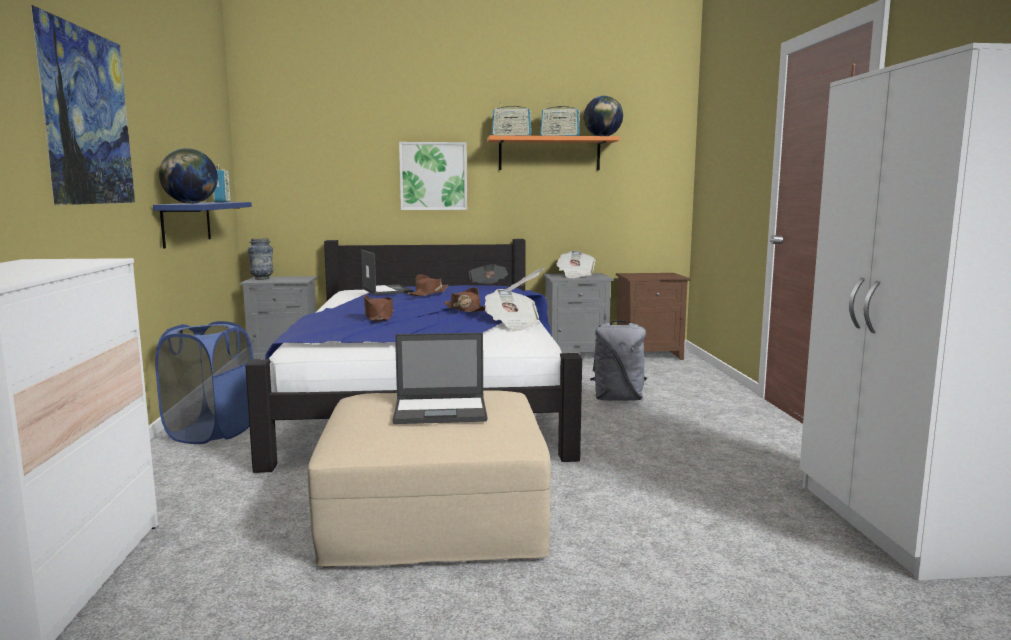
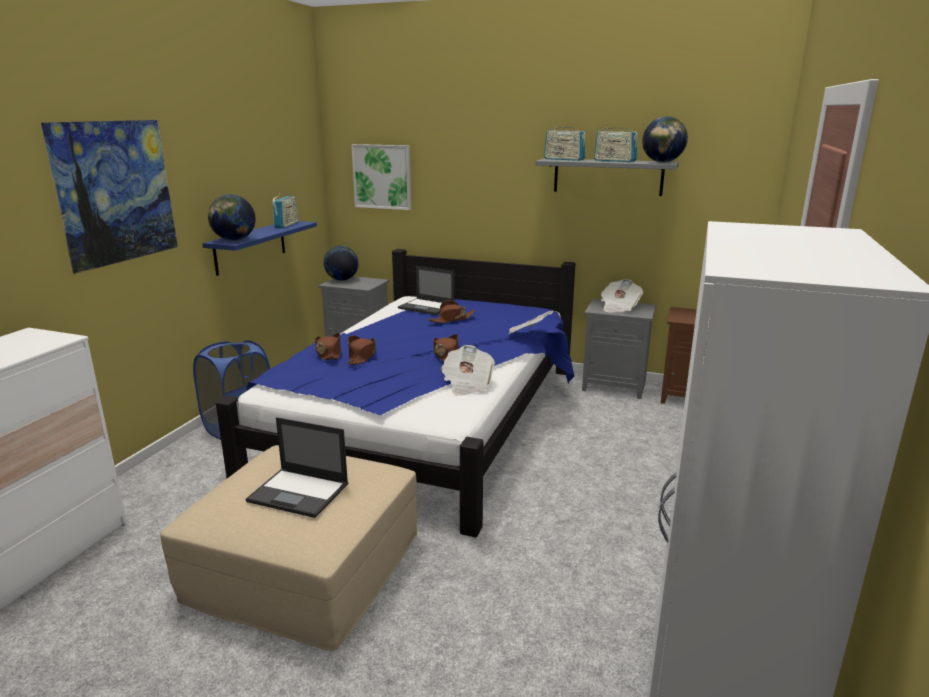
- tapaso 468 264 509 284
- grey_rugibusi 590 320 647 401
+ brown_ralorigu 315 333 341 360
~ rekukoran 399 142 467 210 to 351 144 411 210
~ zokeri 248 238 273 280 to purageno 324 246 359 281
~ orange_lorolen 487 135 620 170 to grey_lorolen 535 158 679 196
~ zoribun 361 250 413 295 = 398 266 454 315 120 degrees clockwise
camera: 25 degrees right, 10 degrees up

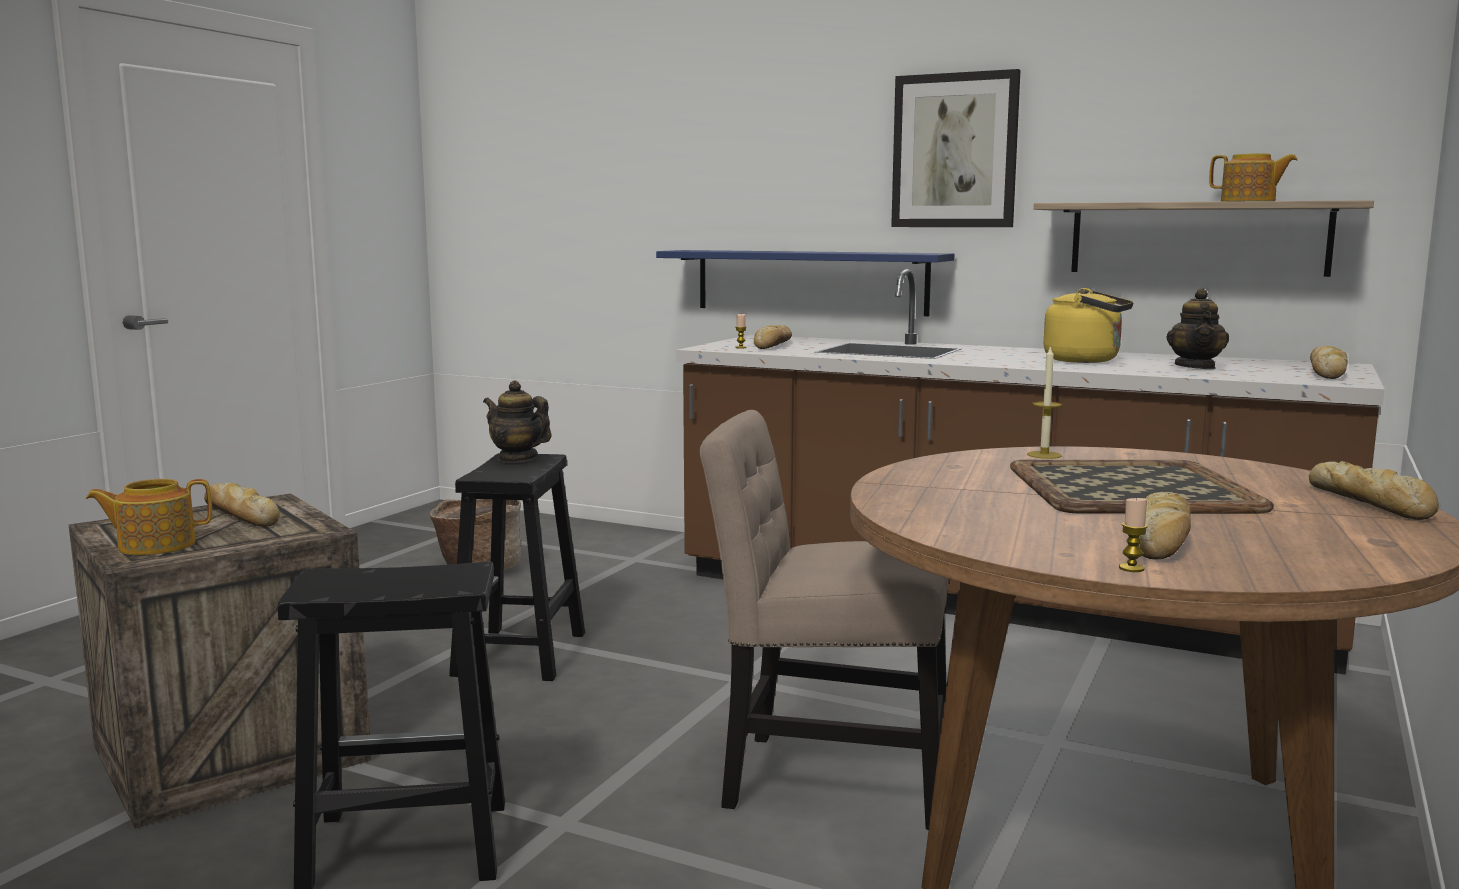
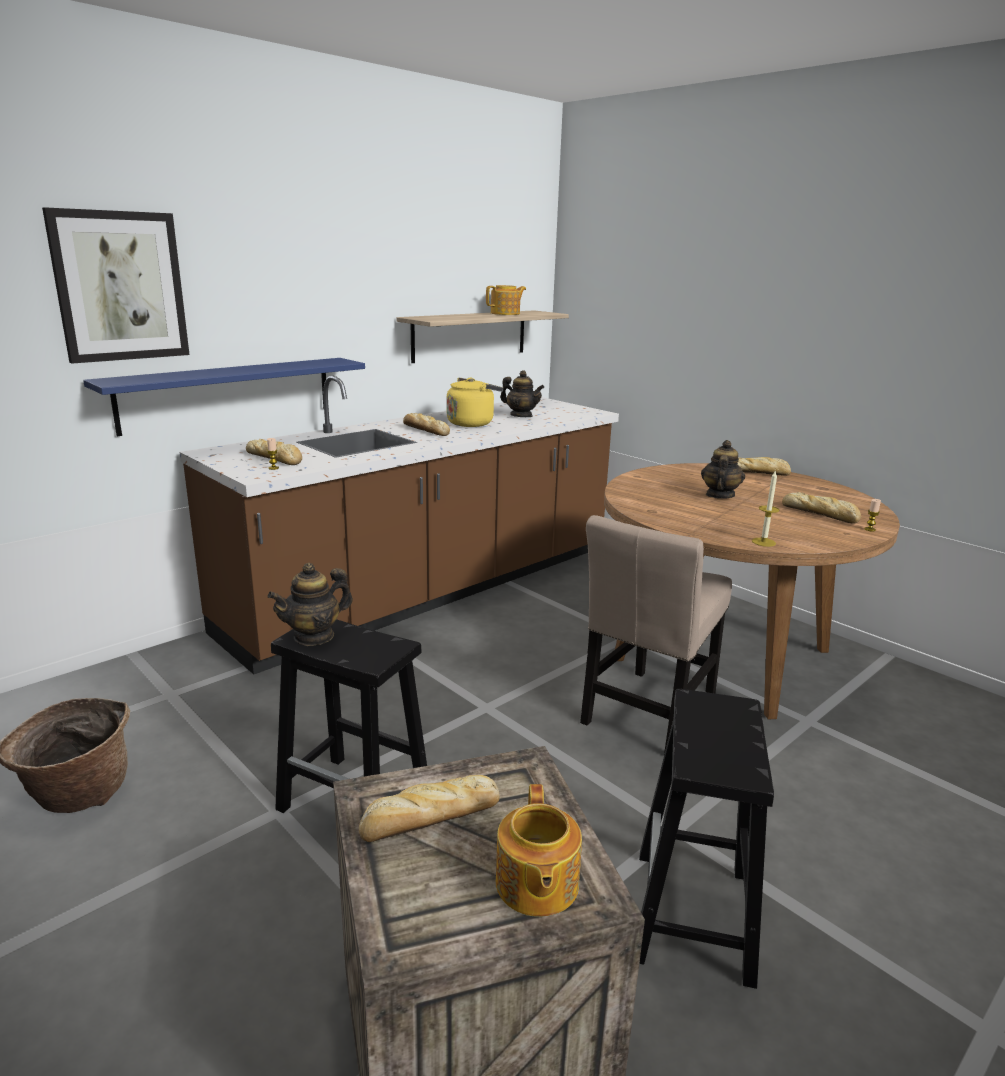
~ rekukoran 891 69 1021 227 to 42 207 189 364
~ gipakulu 1027 345 1062 459 to 752 470 780 547
~ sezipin 1310 345 1348 379 to 403 413 450 436
~ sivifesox 1010 460 1274 514 to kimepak 701 440 745 499
camera: 70 degrees left, 10 degrees up

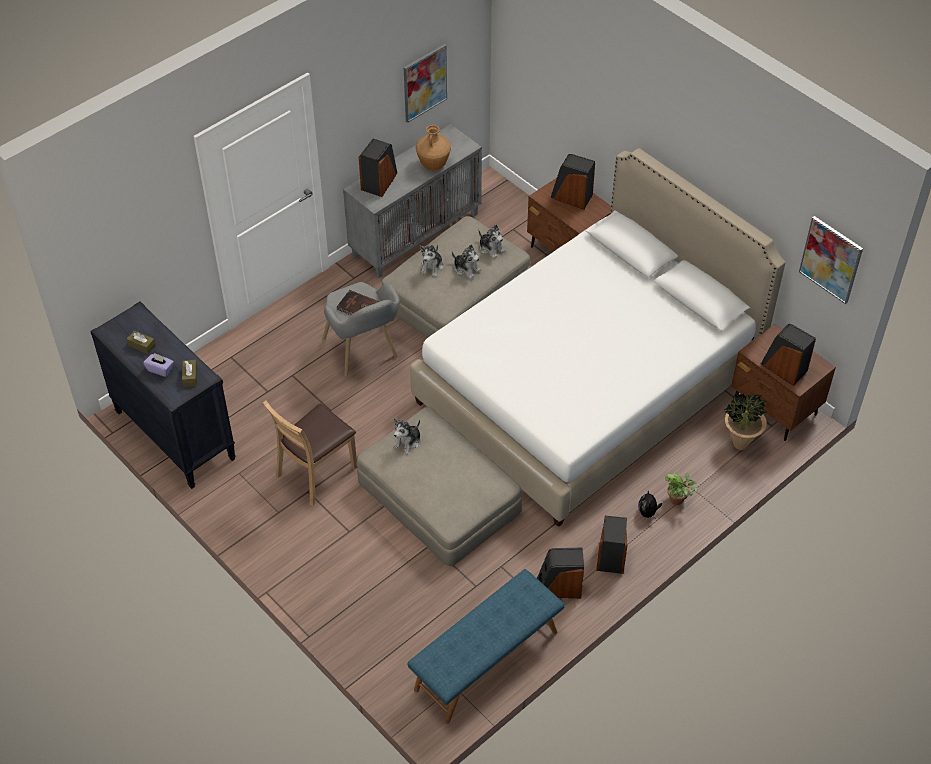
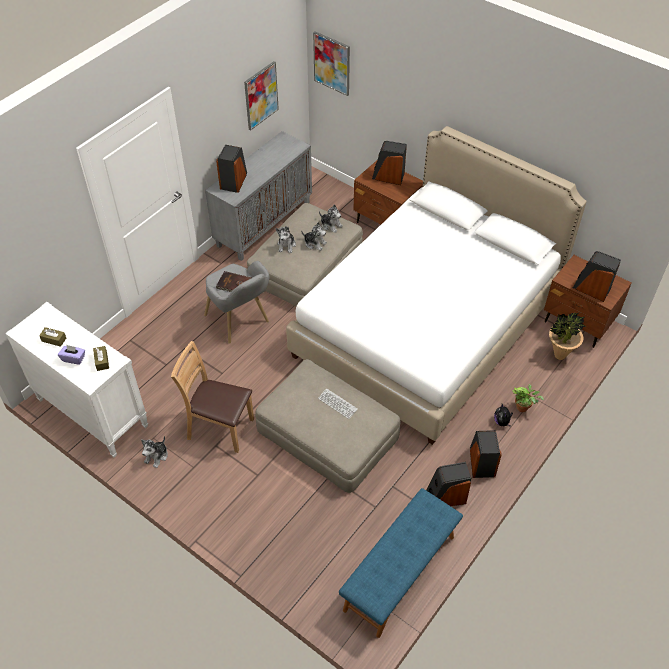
- brown_zokeri 416 125 451 170
+ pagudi 318 388 358 419
~ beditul 393 418 421 455 to 141 436 168 468
~ rekukoran 799 216 863 304 to 313 31 350 96
~ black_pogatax 90 301 236 489 to white_pogatax 5 302 148 458
~ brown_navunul 263 401 357 506 = 171 341 254 453 75 degrees clockwise
camera: 10 degrees left, 0 degrees up

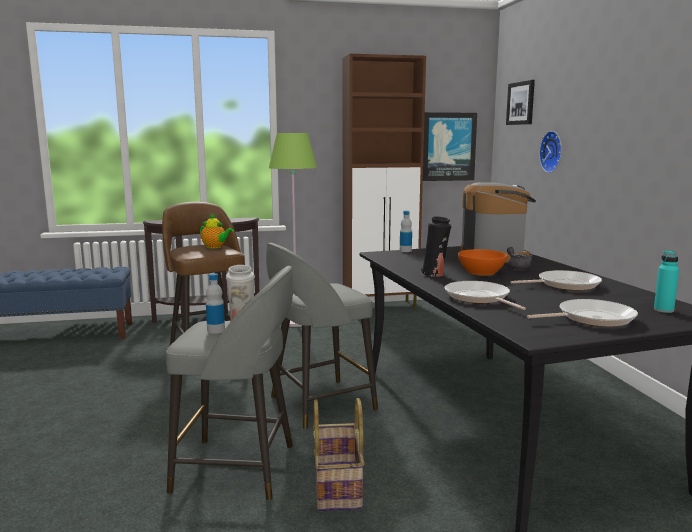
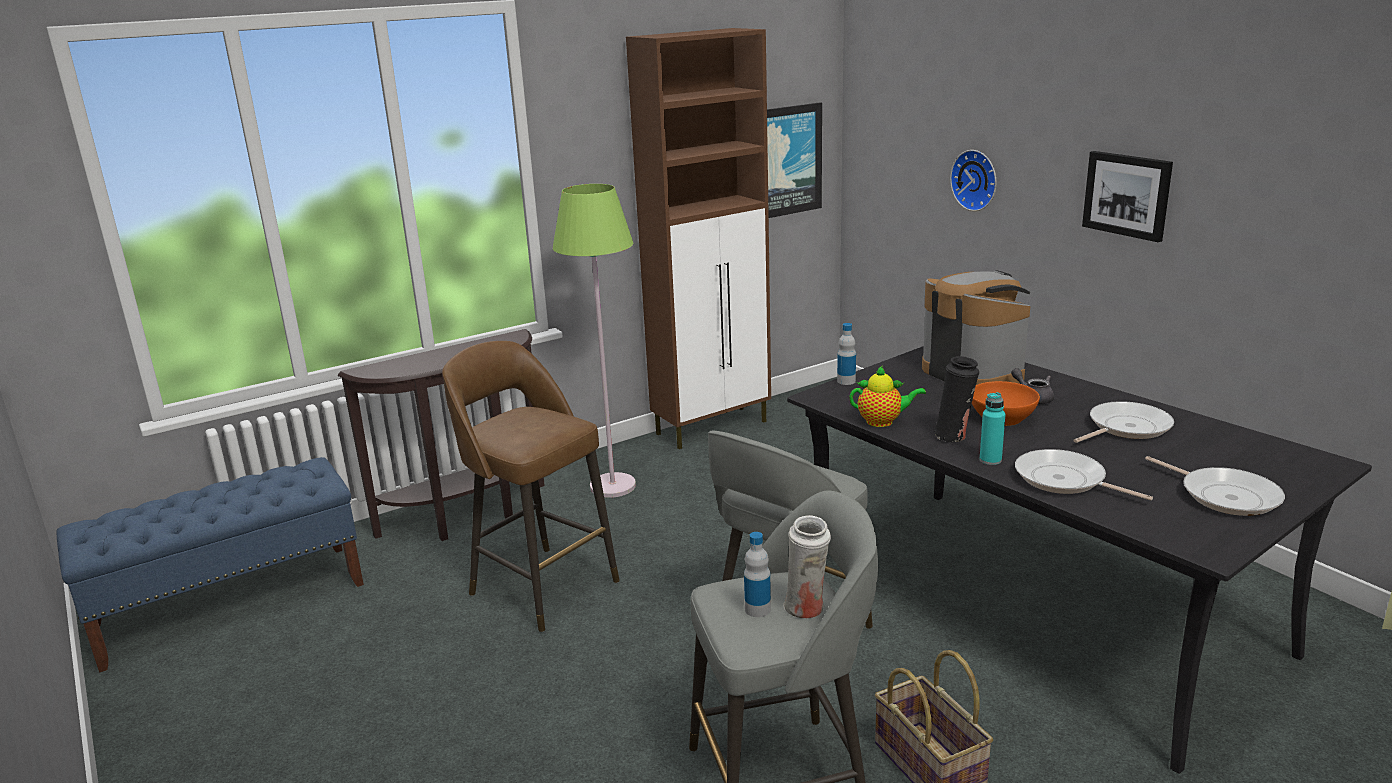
~ kimepak 200 213 234 249 to 849 366 926 427
~ rekukoran 506 80 535 125 to 1082 151 1173 242
~ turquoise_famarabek 654 251 679 313 to 980 392 1006 465
~ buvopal 527 299 638 327 = 1145 456 1285 516 90 degrees clockwise
camera: 20 degrees left, 10 degrees up

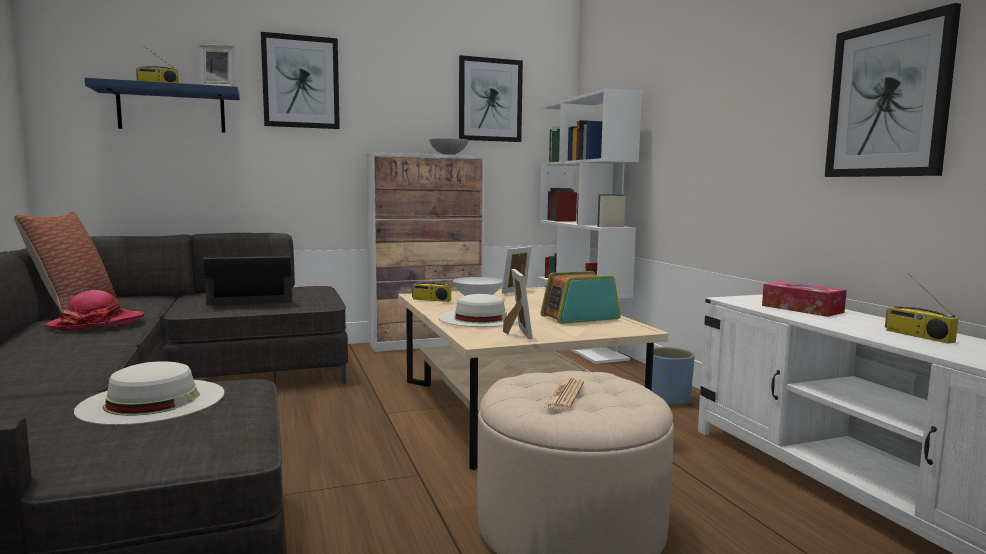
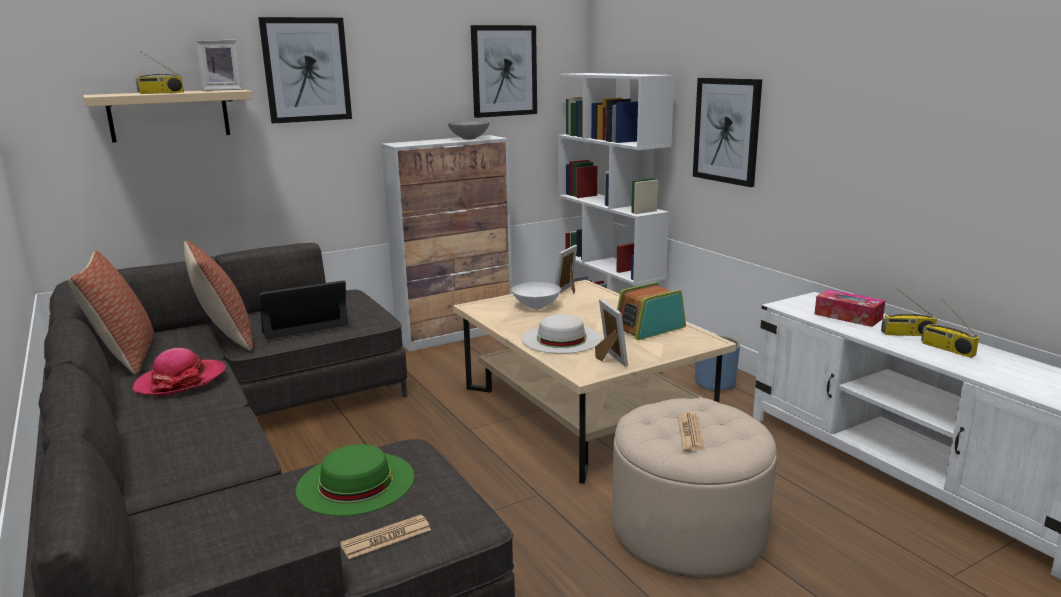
+ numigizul 184 240 253 351
+ tapaso 340 515 431 559
~ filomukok 412 261 451 302 to 881 290 937 336
~ rekukoran 825 3 961 177 to 693 78 762 187
~ white_ralorigu 74 361 224 425 to green_ralorigu 296 444 414 516
~ blue_lorolen 85 77 240 133 to beige_lorolen 83 90 252 143
camera: 10 degrees left, 10 degrees up

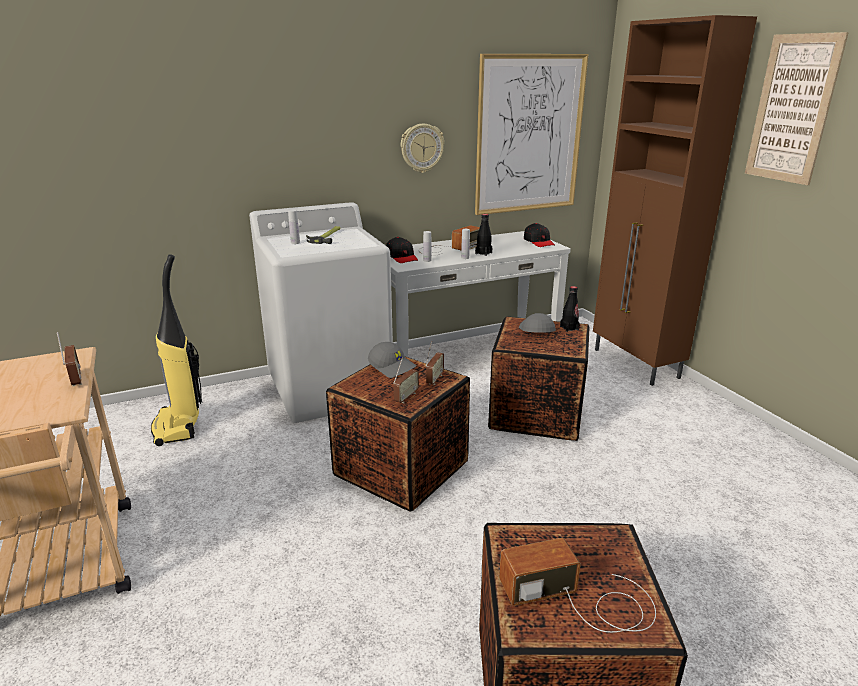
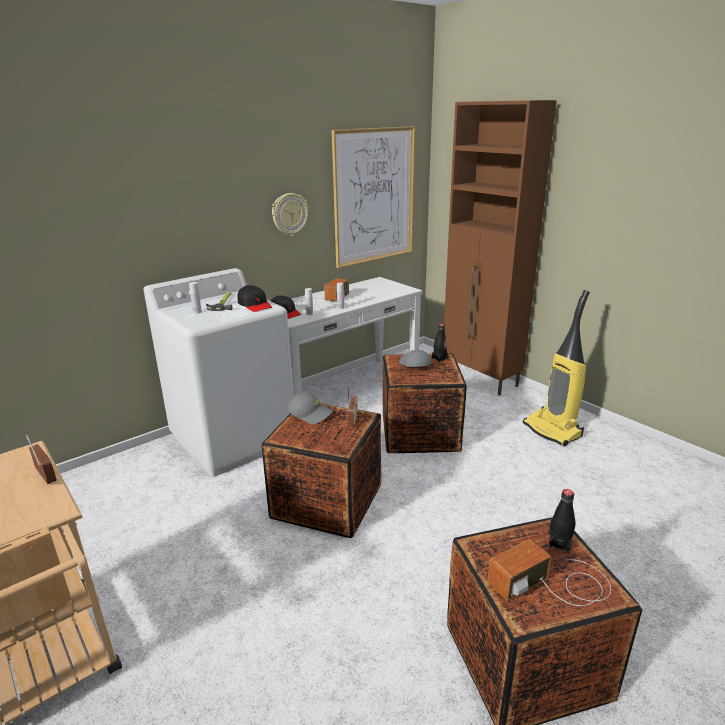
- filomukok 393 357 419 403
- rekukoran 745 32 849 185
~ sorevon 151 254 202 446 to 523 290 590 447
~ black_famarabek 475 214 492 256 to 548 489 575 552
~ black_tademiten 524 223 555 247 to 237 285 272 312
camera: 15 degrees left, 0 degrees up

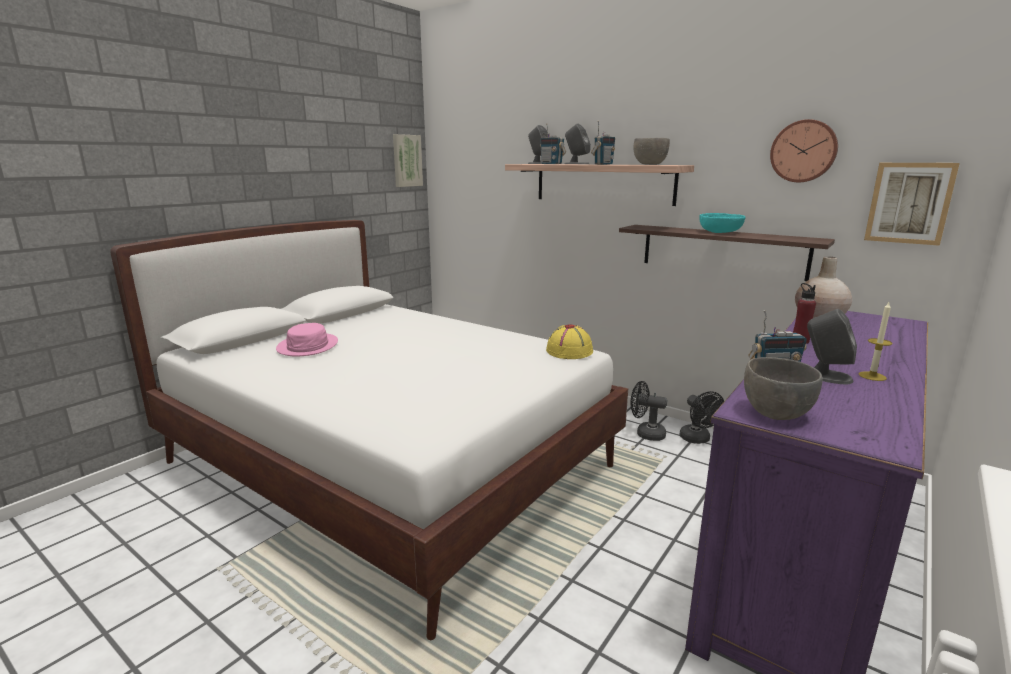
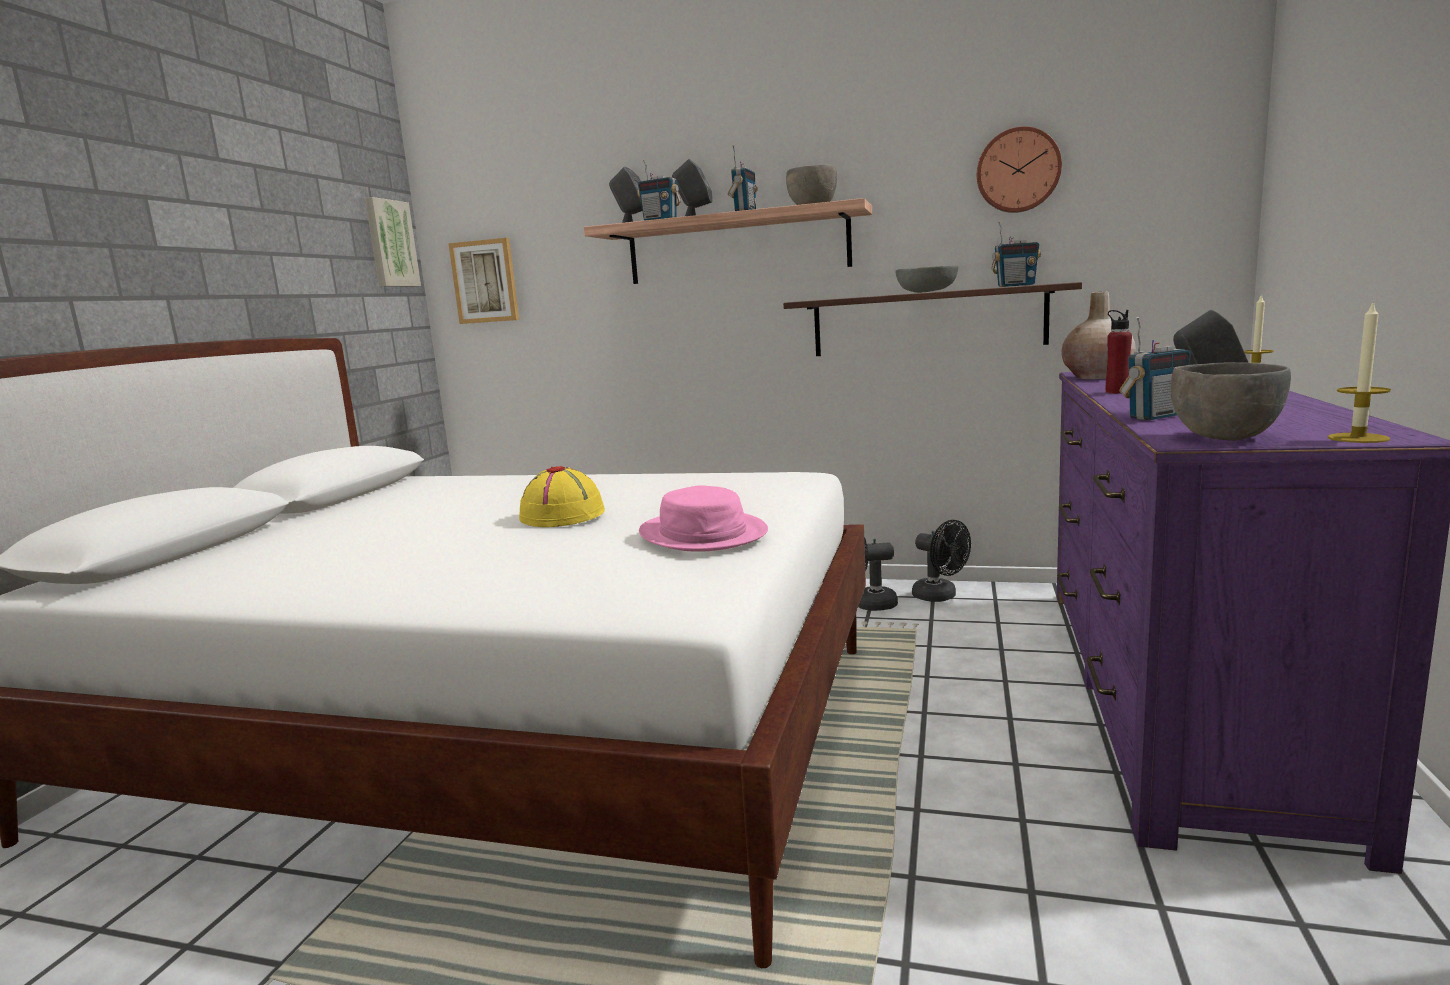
+ filomukok 991 222 1041 287
+ gipakulu 1328 303 1391 443
~ pink_ralorigu 276 323 338 356 to 639 485 768 552
~ yellow_ralorigu 546 324 593 359 to 519 466 605 527
~ rekukoran 864 163 960 246 to 448 238 519 324
~ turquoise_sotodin 699 213 746 233 to grey_sotodin 896 265 958 293
camera: 20 degrees left, 5 degrees down

